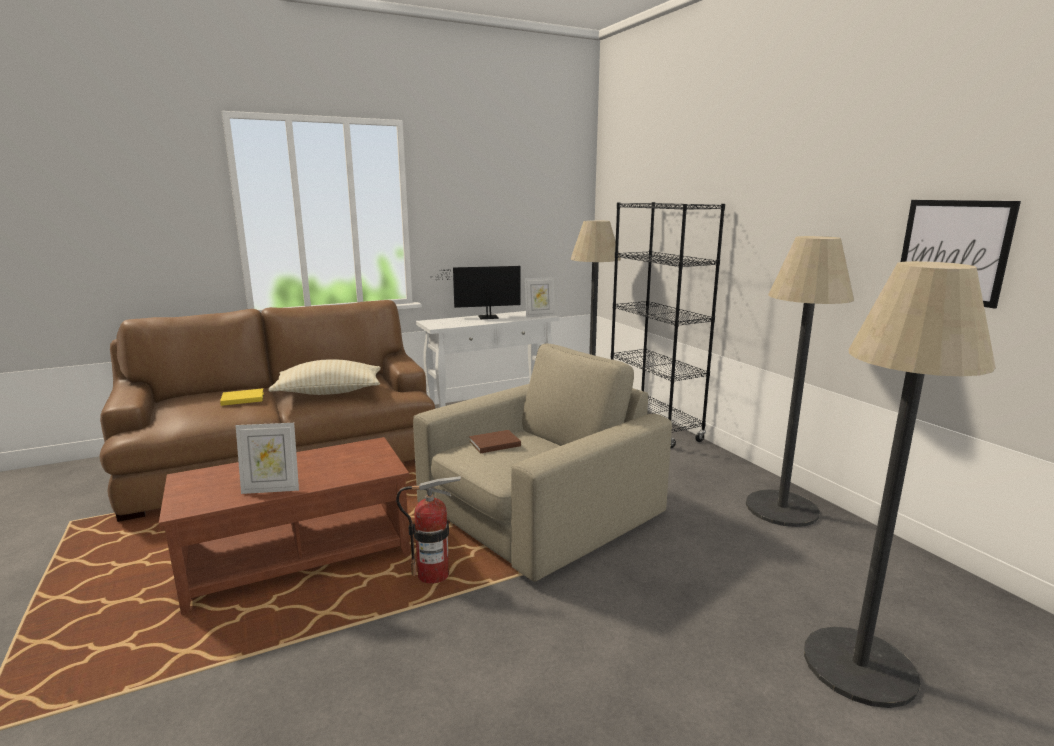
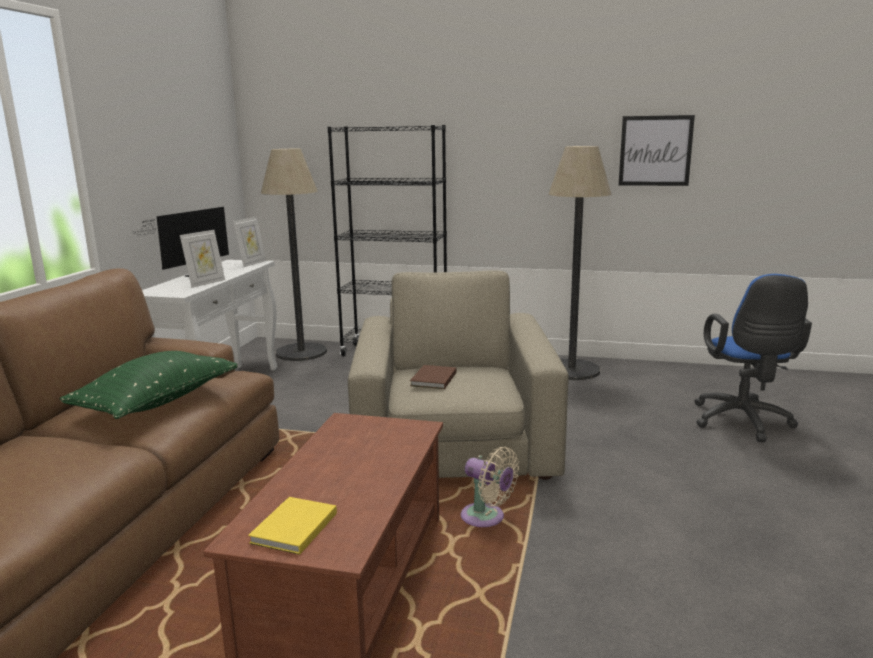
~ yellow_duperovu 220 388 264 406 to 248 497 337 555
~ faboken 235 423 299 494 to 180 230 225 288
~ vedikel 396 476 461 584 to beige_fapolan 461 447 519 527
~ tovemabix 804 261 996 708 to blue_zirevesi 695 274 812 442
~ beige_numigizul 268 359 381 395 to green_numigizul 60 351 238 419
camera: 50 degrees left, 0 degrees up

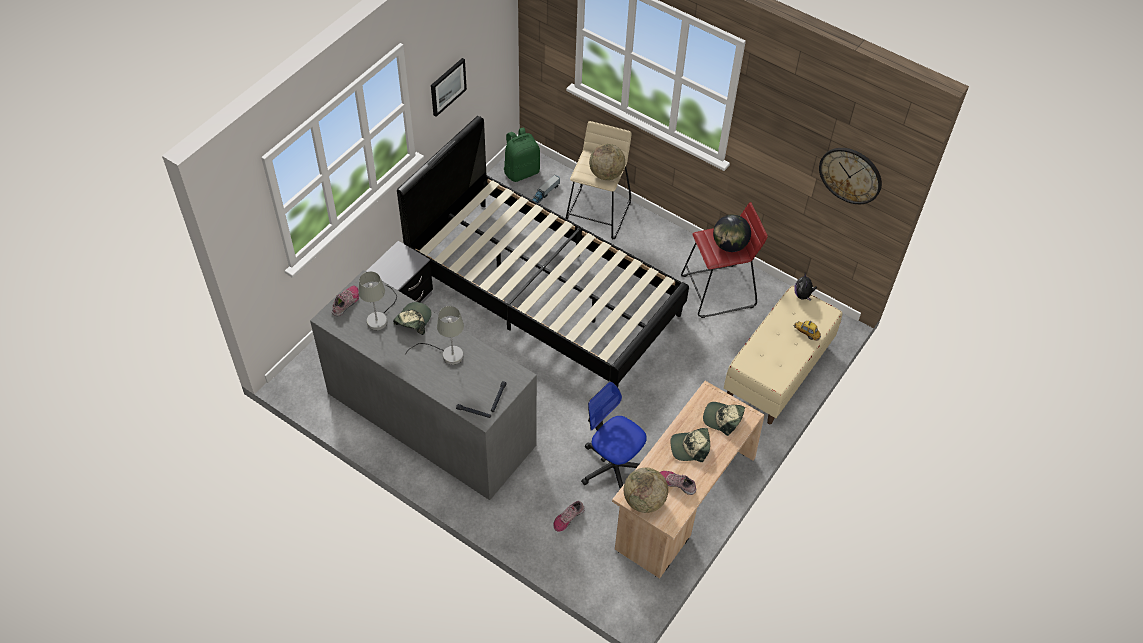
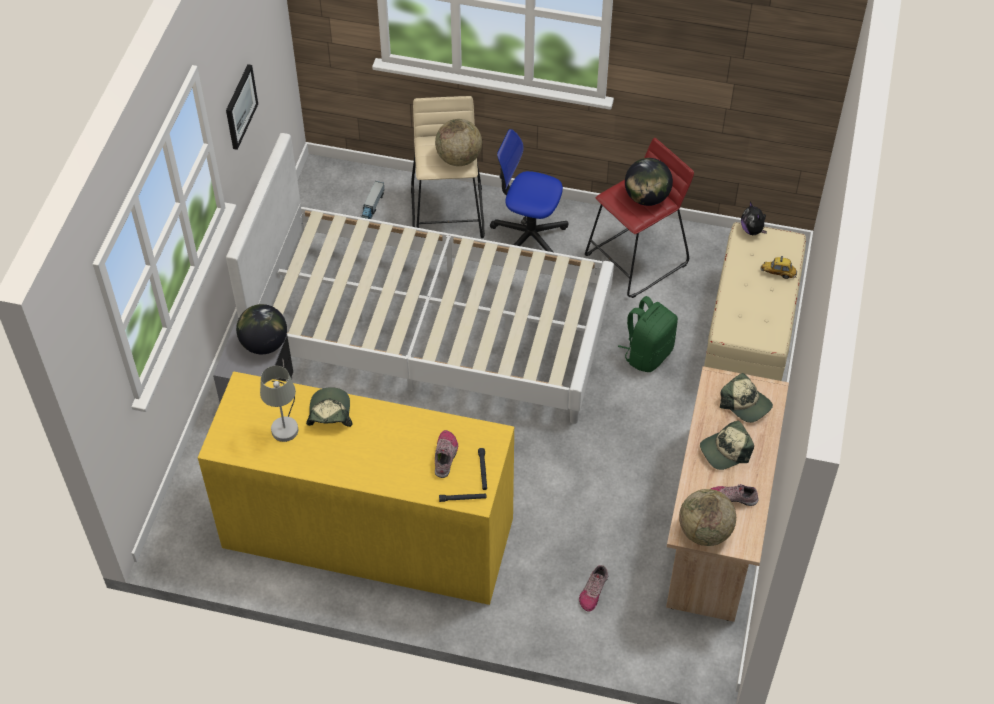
- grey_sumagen 405 306 464 365
- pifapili 819 148 882 204
+ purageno 236 304 287 354
~ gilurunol 332 286 359 316 to 435 430 458 478
~ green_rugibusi 504 127 540 182 to 618 296 678 372
~ zirevesi 581 382 647 489 to 490 129 568 252
~ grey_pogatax 310 270 537 500 to yellow_pogatax 198 371 514 605
~ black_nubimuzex 397 116 689 387 to white_nubimuzex 226 133 614 424
~ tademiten 703 402 745 436 = 720 373 773 423 135 degrees counterclockwise
camera: 20 degrees left, 0 degrees up

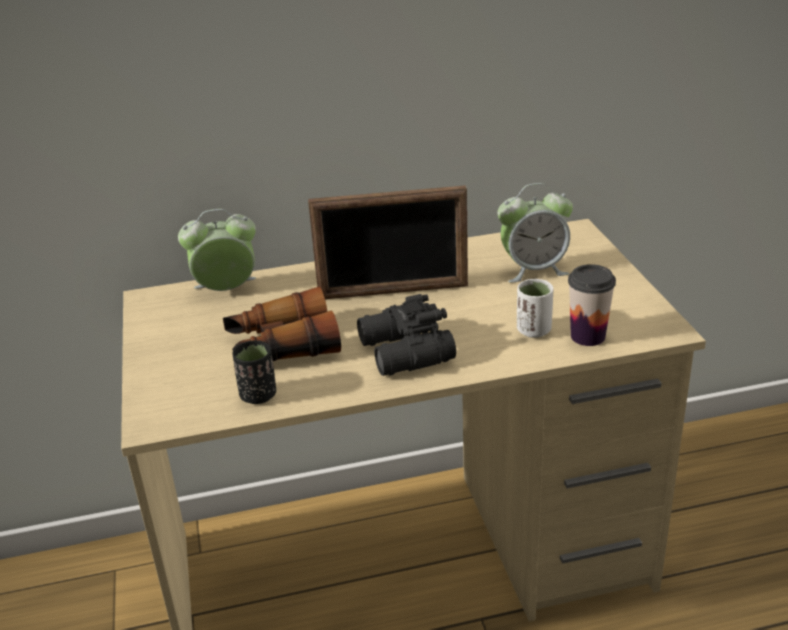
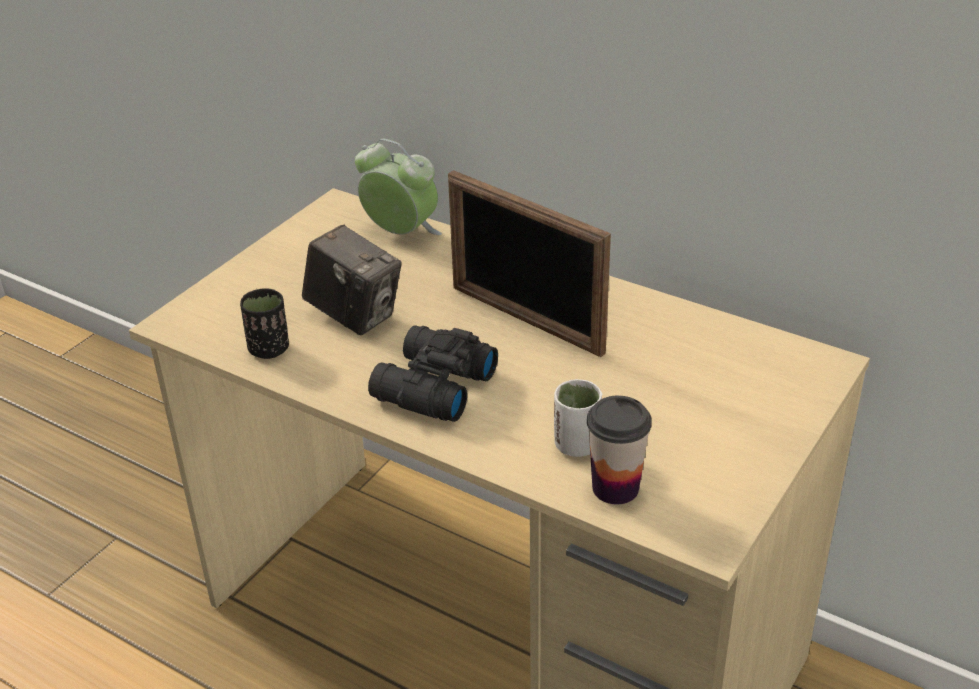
- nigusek 498 183 573 283
~ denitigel 223 287 341 361 to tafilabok 302 225 402 335
camera: 45 degrees right, 5 degrees up

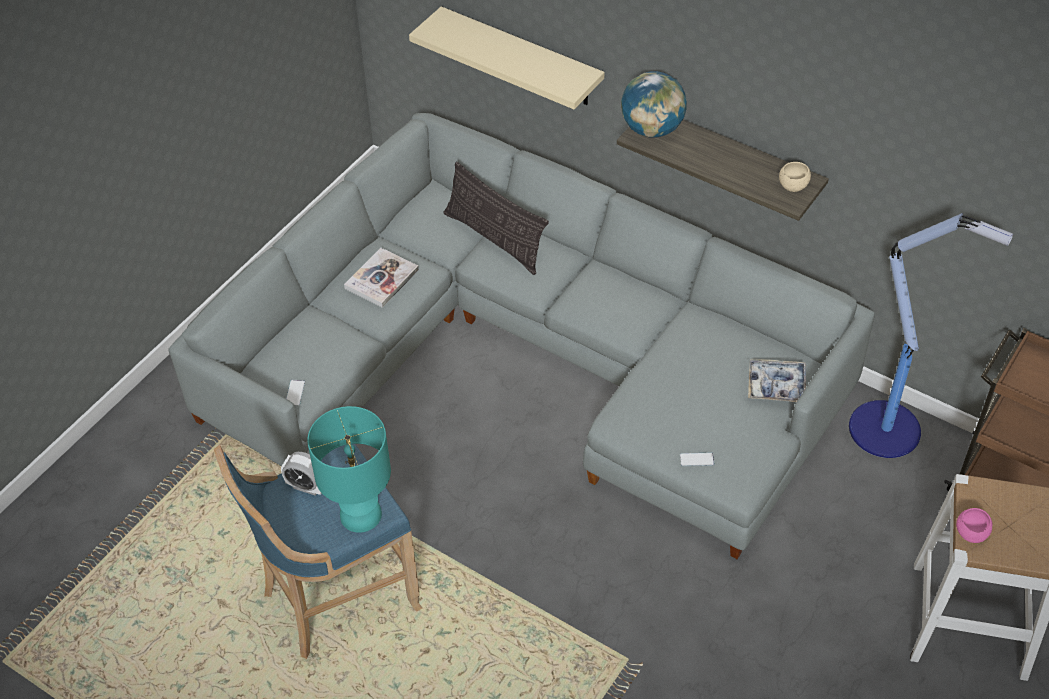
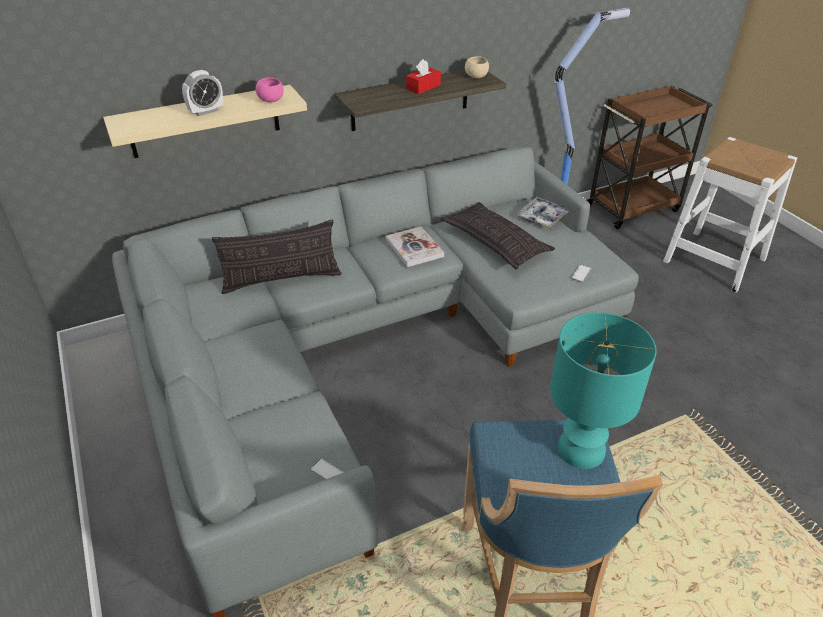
- purageno 621 71 687 138
+ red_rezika 406 59 441 94
+ numigizul 441 202 555 270
~ nigusek 281 452 321 496 to 182 70 223 116
~ duperovu 344 248 419 308 to 385 227 444 267
~ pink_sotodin 956 508 992 543 to 256 77 284 103
camera: 60 degrees left, 10 degrees down

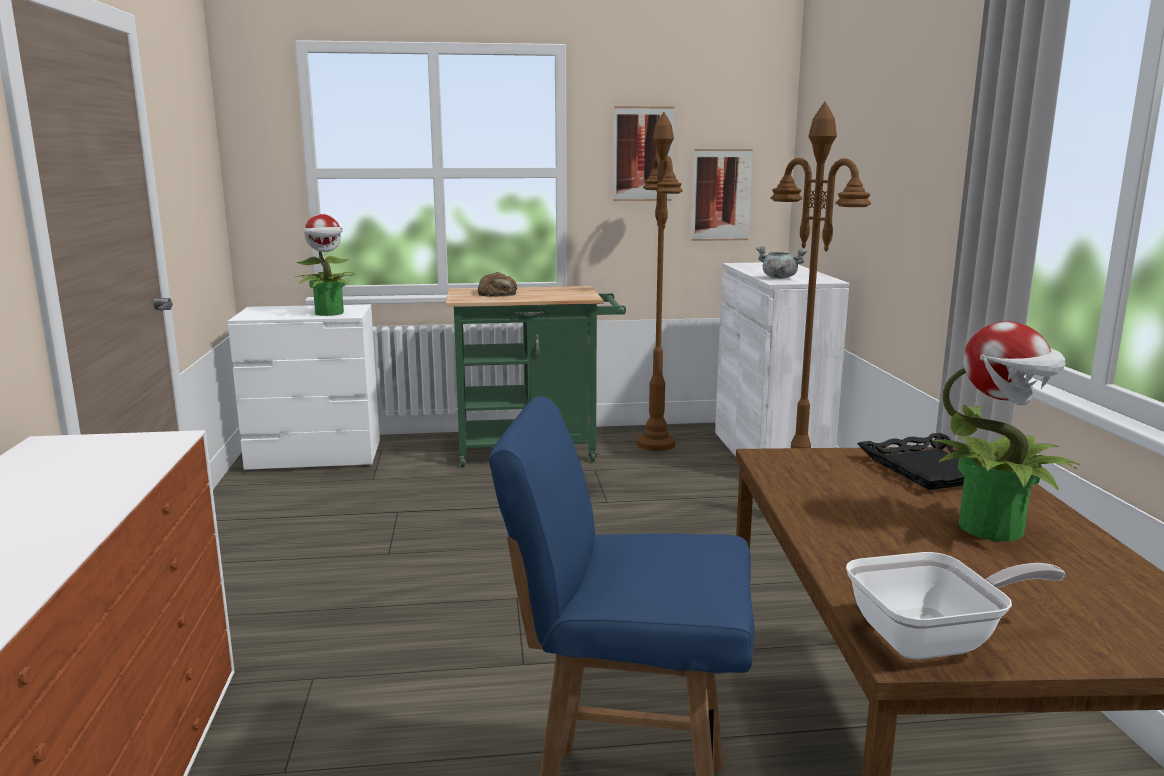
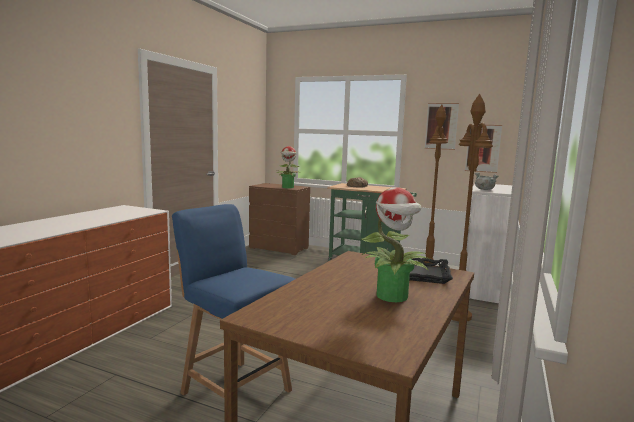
- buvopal 846 552 1066 660
~ white_pogatax 228 304 380 472 to brown_pogatax 249 183 310 255
camera: 30 degrees right, 5 degrees down

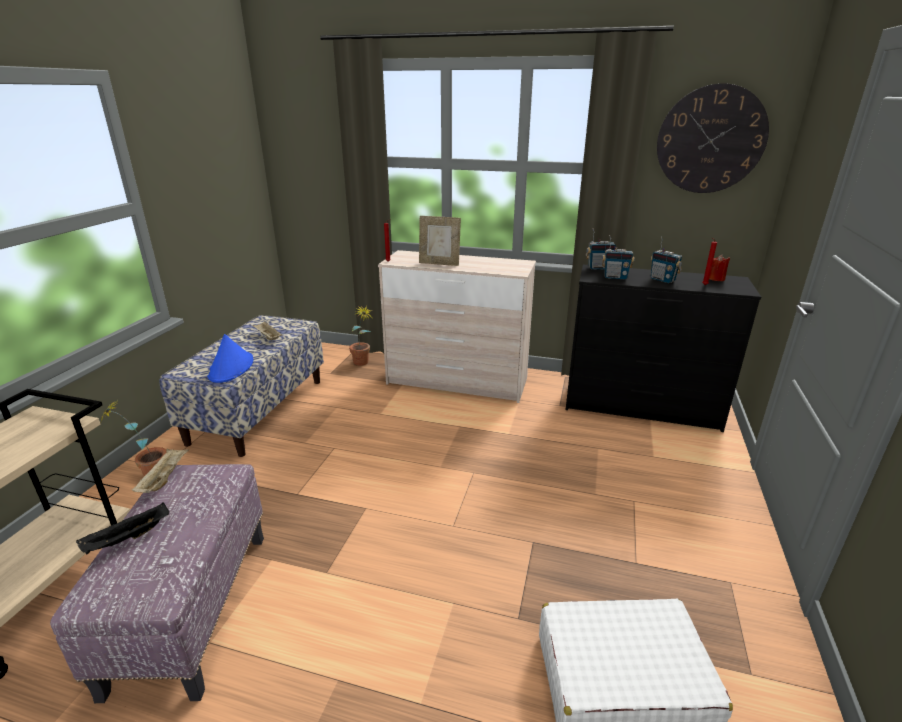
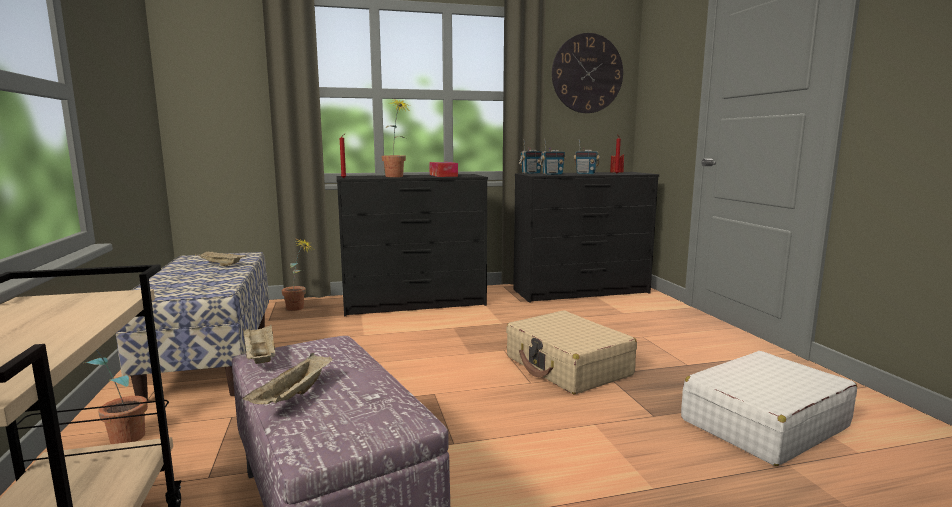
- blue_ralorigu 207 334 253 383
+ rezika 429 162 458 177
+ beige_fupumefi 506 310 637 394
~ faboken 419 216 461 266 to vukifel 382 99 408 177
~ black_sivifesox 76 502 169 554 to beige_sivifesox 243 353 333 404
~ beige_pogatax 378 250 536 403 to black_pogatax 337 174 488 316
camera: 30 degrees left, 15 degrees down

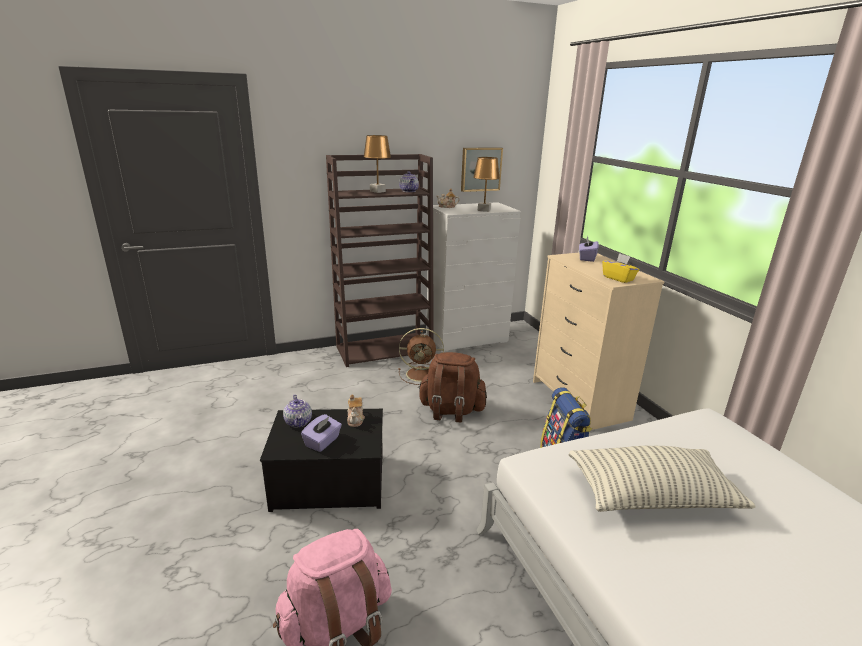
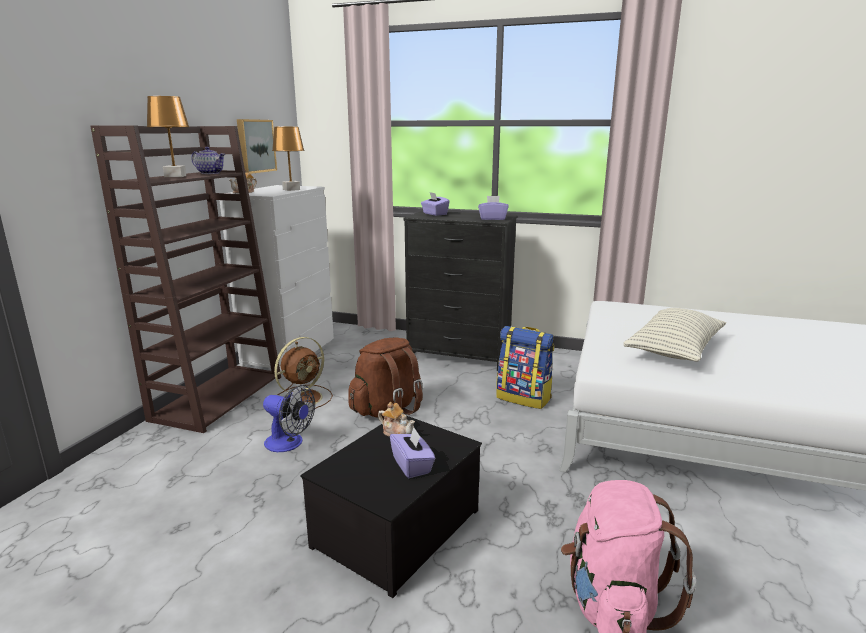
- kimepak 283 395 312 428
+ fapolan 263 385 315 452
~ beige_pogatax 533 253 664 430 to black_pogatax 403 211 518 371
~ yellow_rezika 602 253 639 283 to purple_rezika 478 196 509 220
camera: 50 degrees left, 5 degrees down

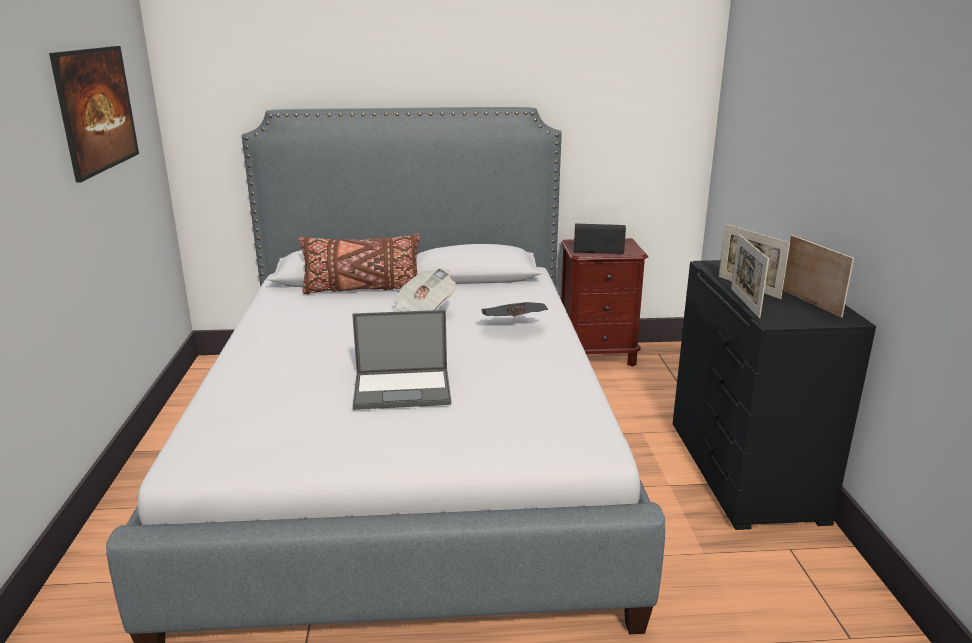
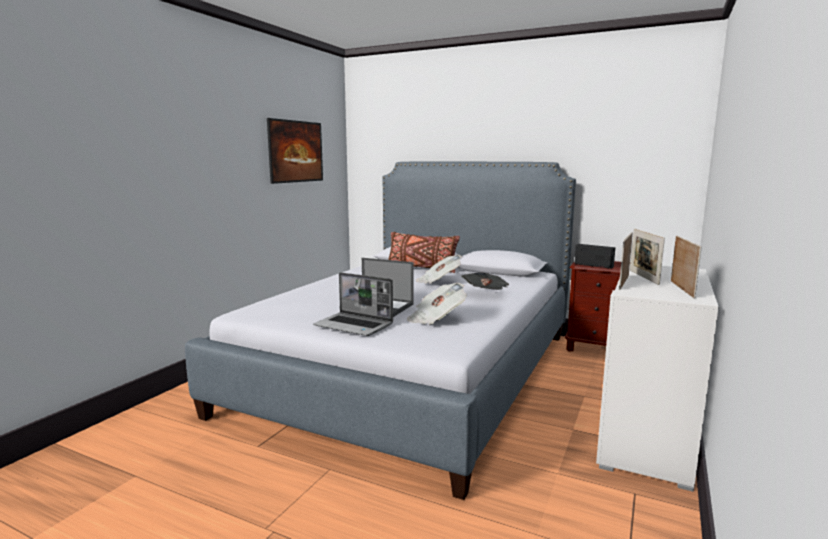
+ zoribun 313 272 393 336
+ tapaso 407 283 467 325
~ black_pogatax 673 260 876 530 to white_pogatax 596 263 719 492
camera: 30 degrees right, 10 degrees down

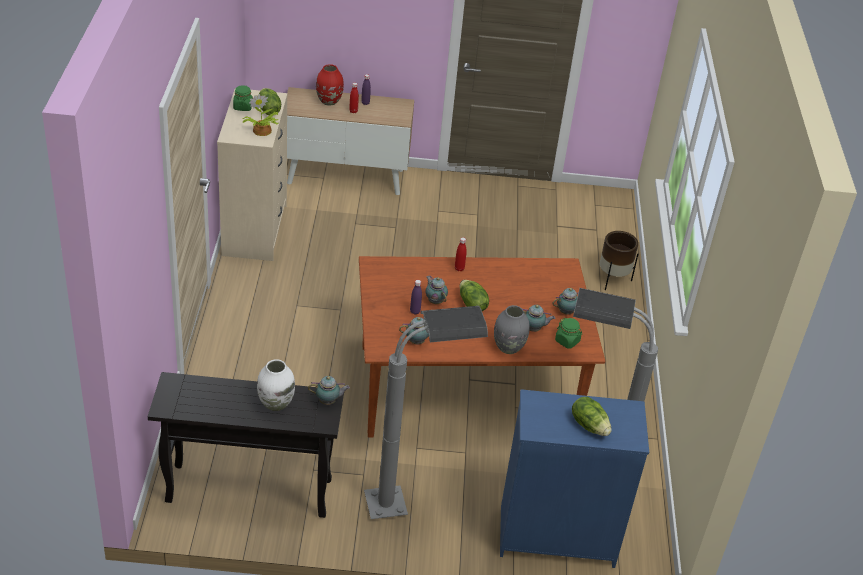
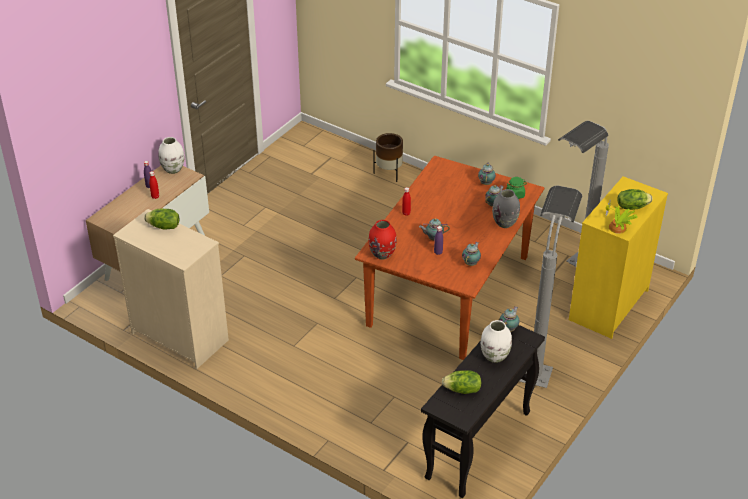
- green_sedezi 233 85 253 111
+ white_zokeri 158 137 184 174
~ vukifel 243 94 279 136 to 606 199 638 234
~ red_zokeri 316 64 344 106 to 368 220 397 260
~ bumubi 460 280 489 311 to 442 370 481 394
~ blue_pogatax 500 389 649 568 to yellow_pogatax 569 176 668 339
camera: 55 degrees left, 0 degrees up

